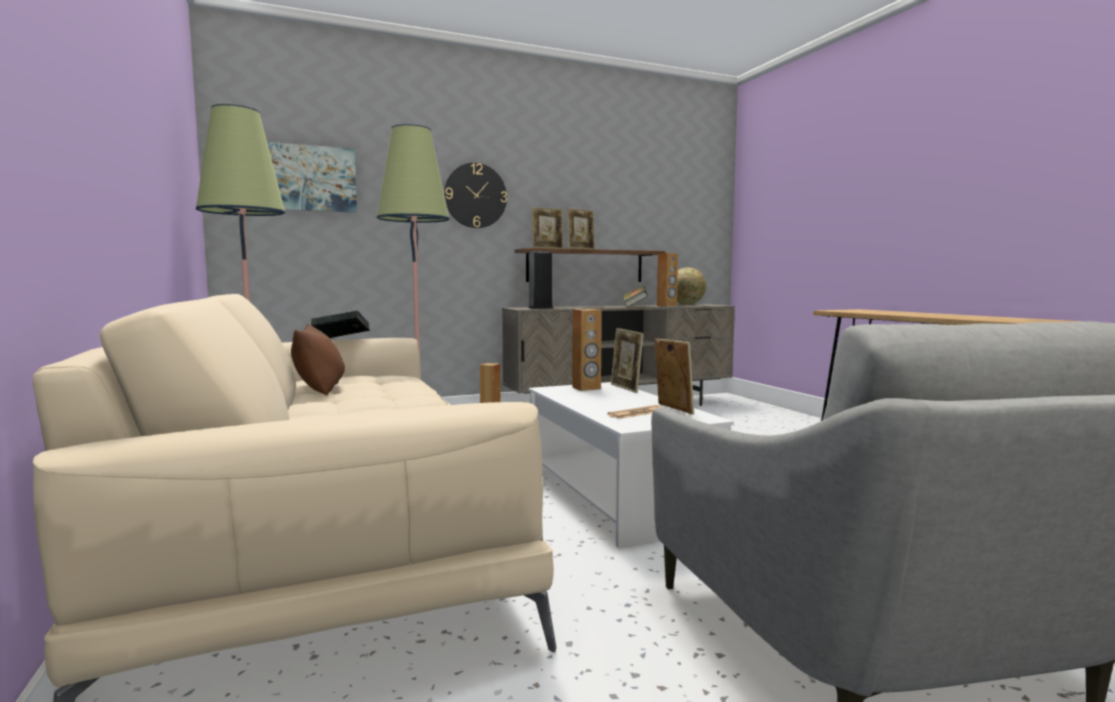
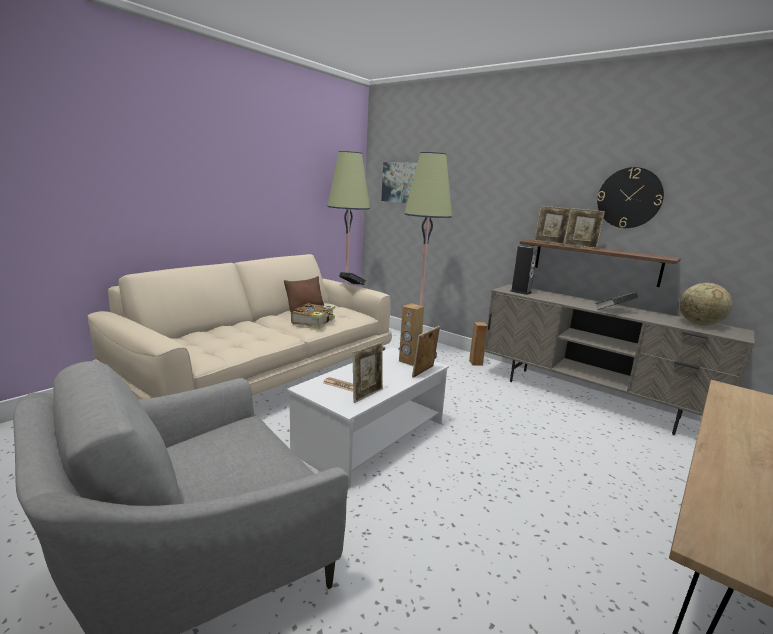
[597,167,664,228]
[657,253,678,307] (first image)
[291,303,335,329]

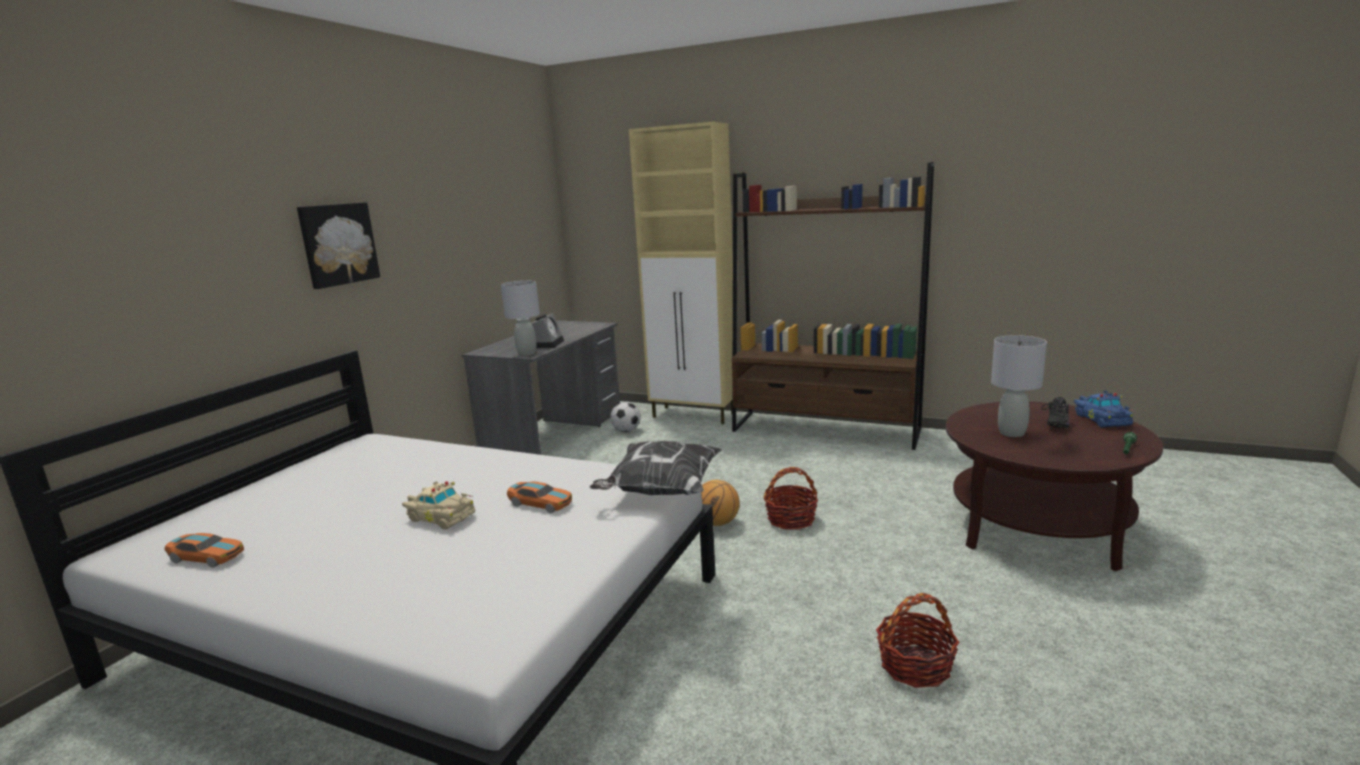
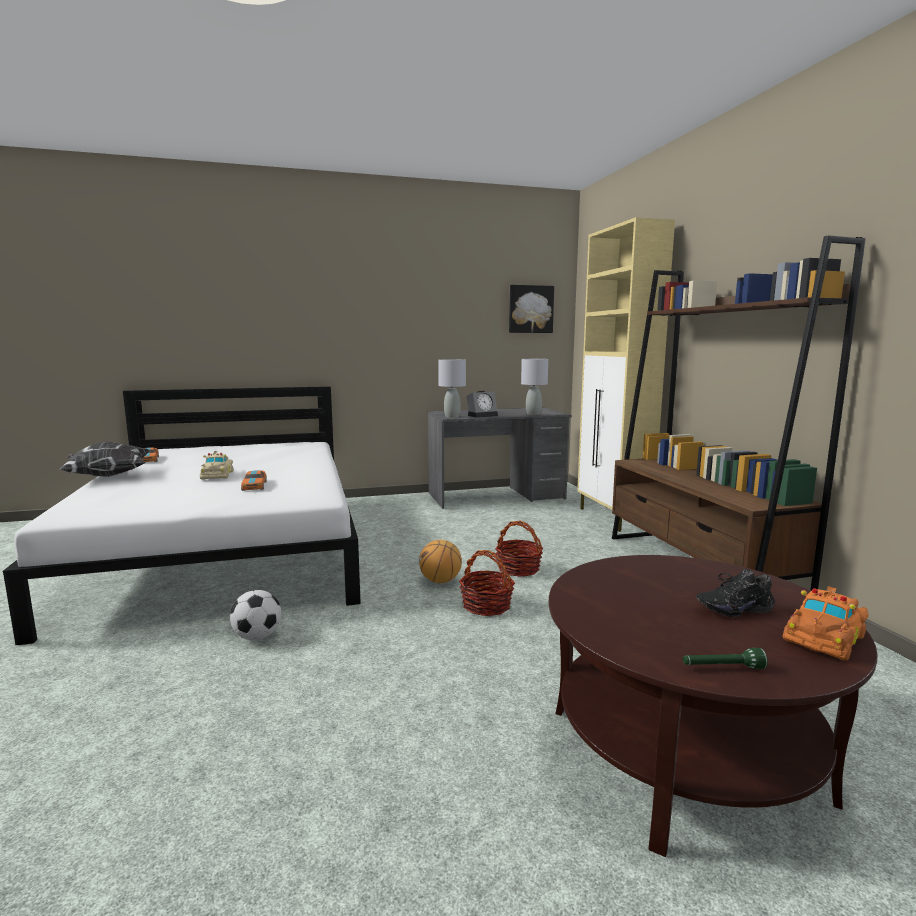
[509,285,554,333]
[59,442,150,477]
[230,590,281,640]
[495,521,543,577]
[521,359,548,415]
[782,586,868,660]

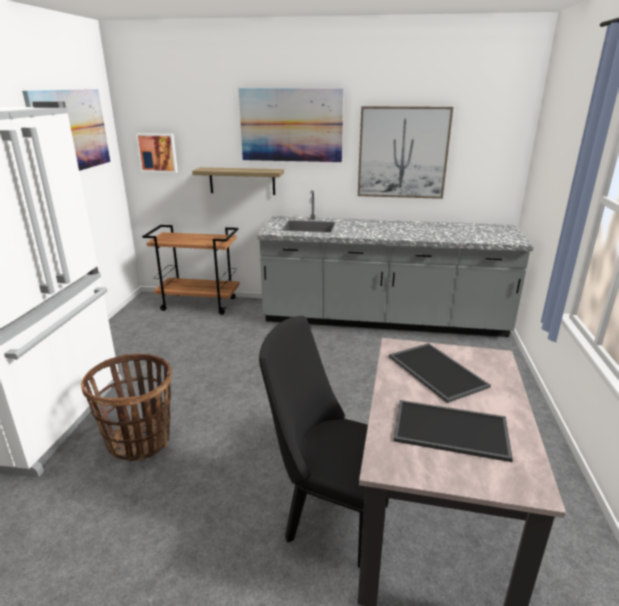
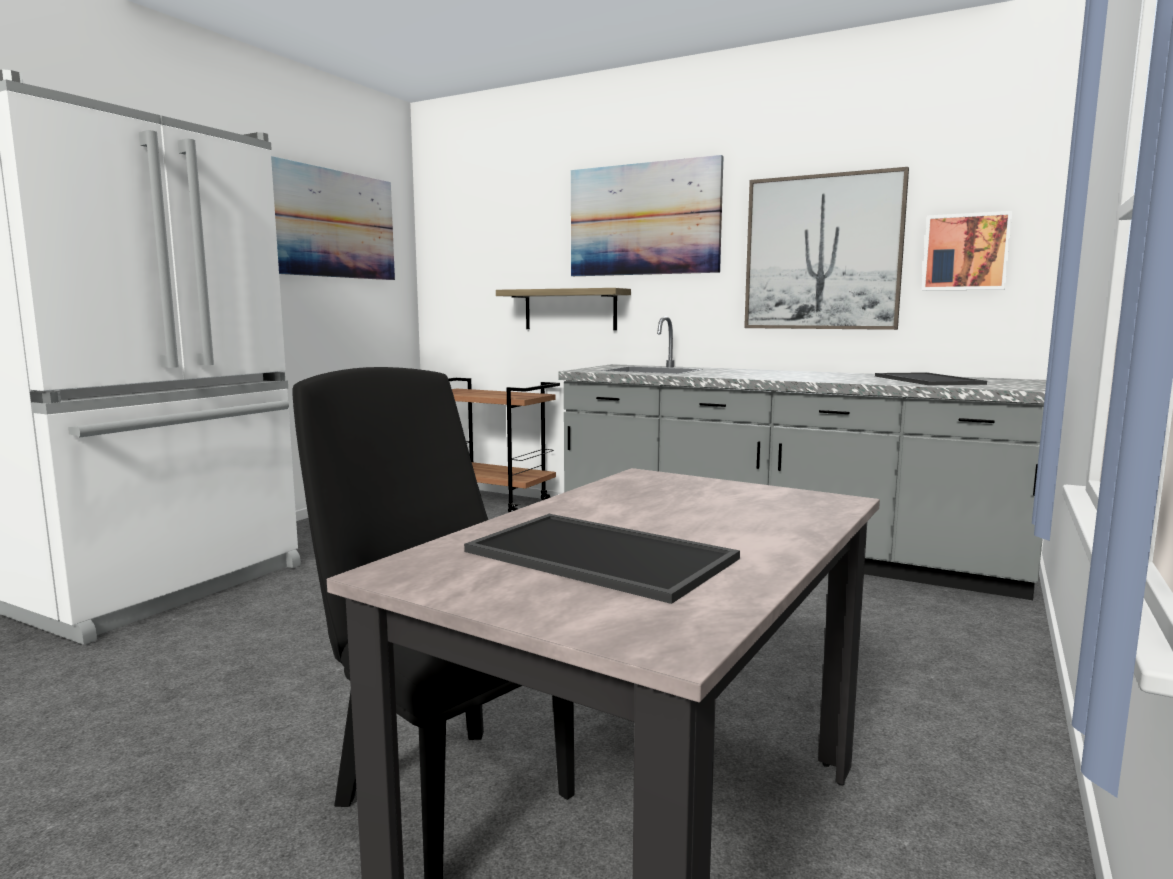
[81,354,172,461] (first image)
[922,211,1012,291]
[875,372,987,385]

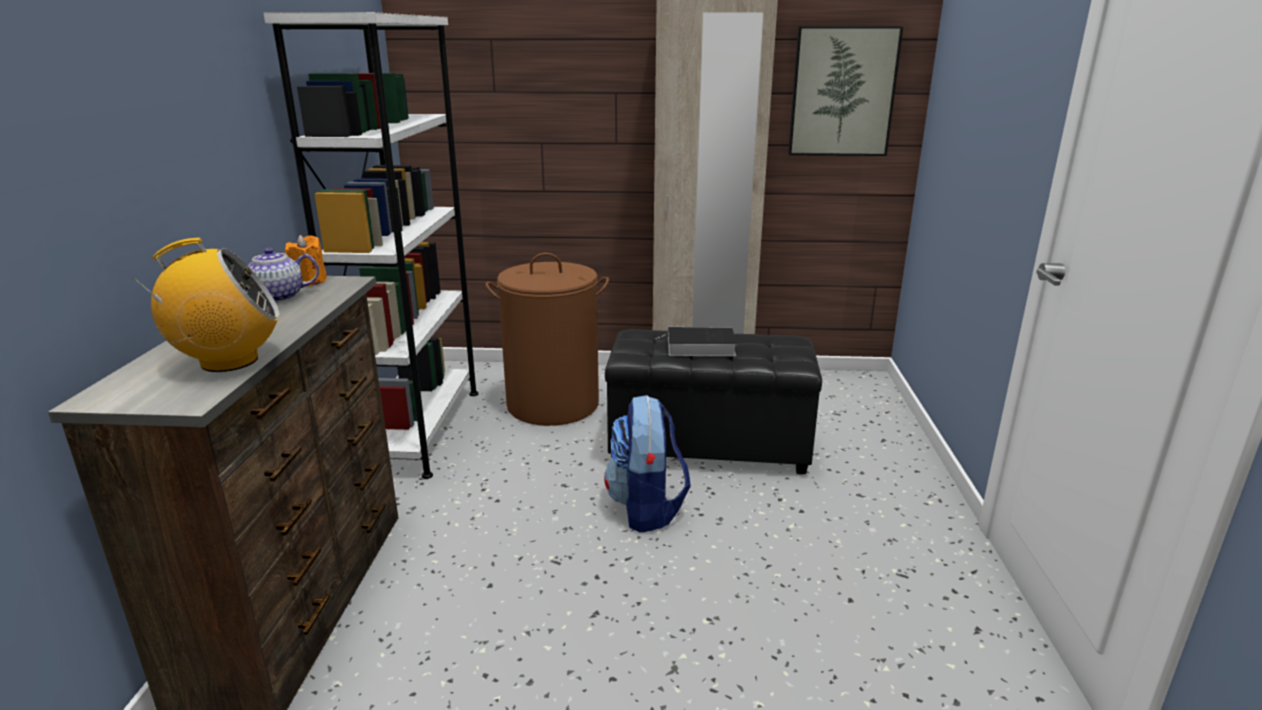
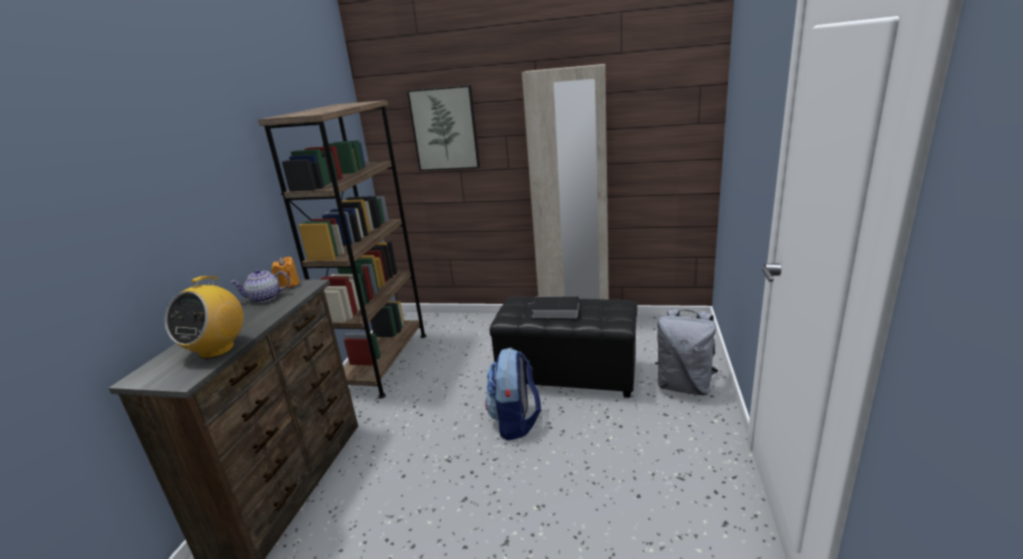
[164,276,244,359]
[258,100,426,398]
[485,253,609,426] (first image)
[407,85,480,171]
[655,309,718,395]

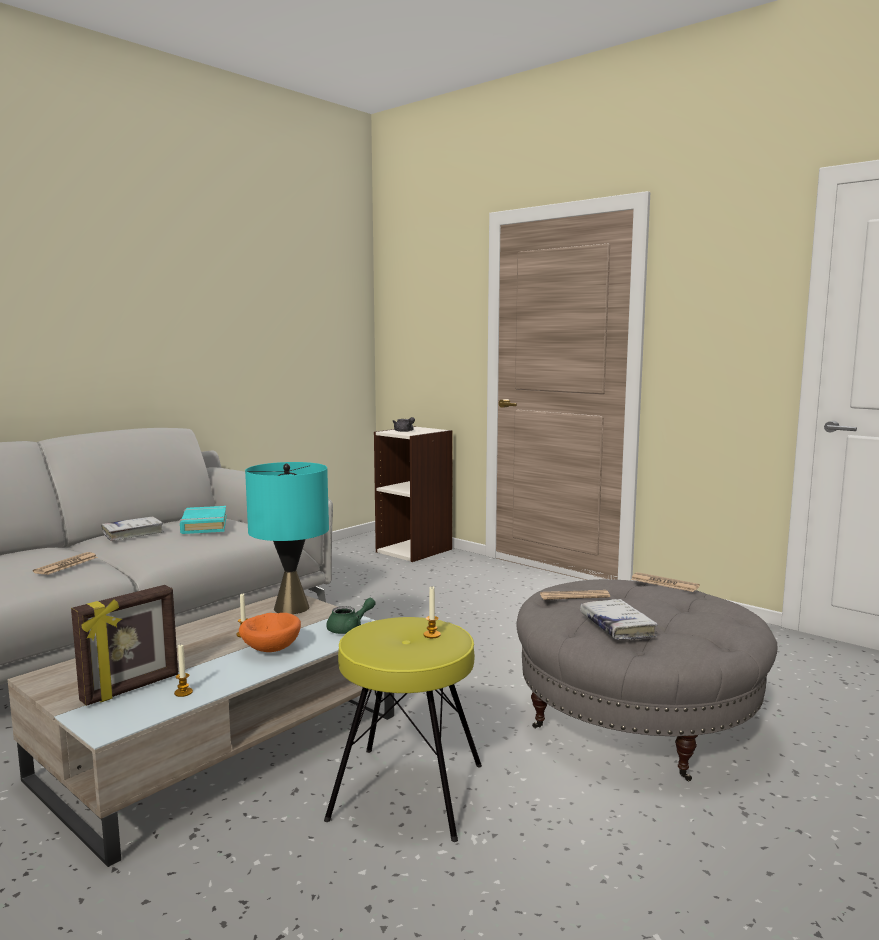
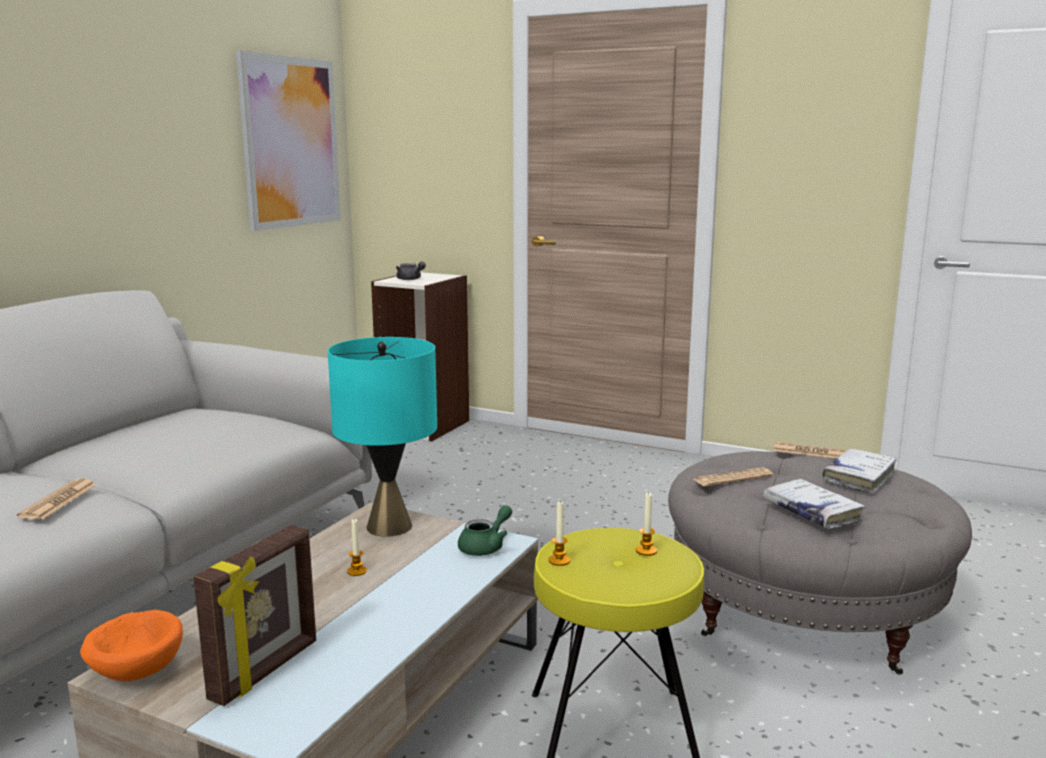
[822,449,896,494]
[549,501,570,566]
[180,506,227,534] (first image)
[80,610,183,681]
[236,50,341,231]

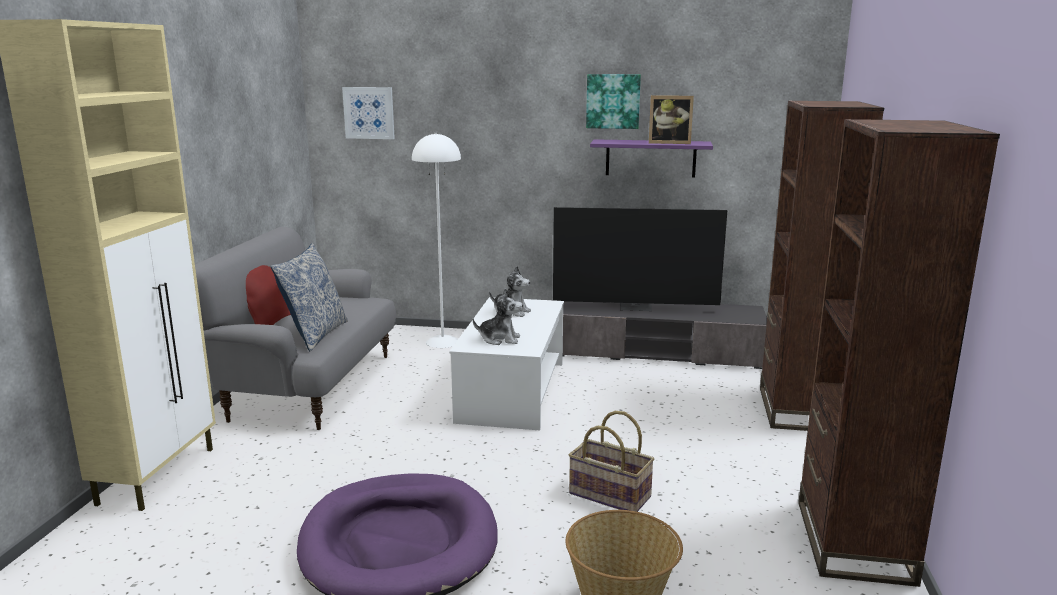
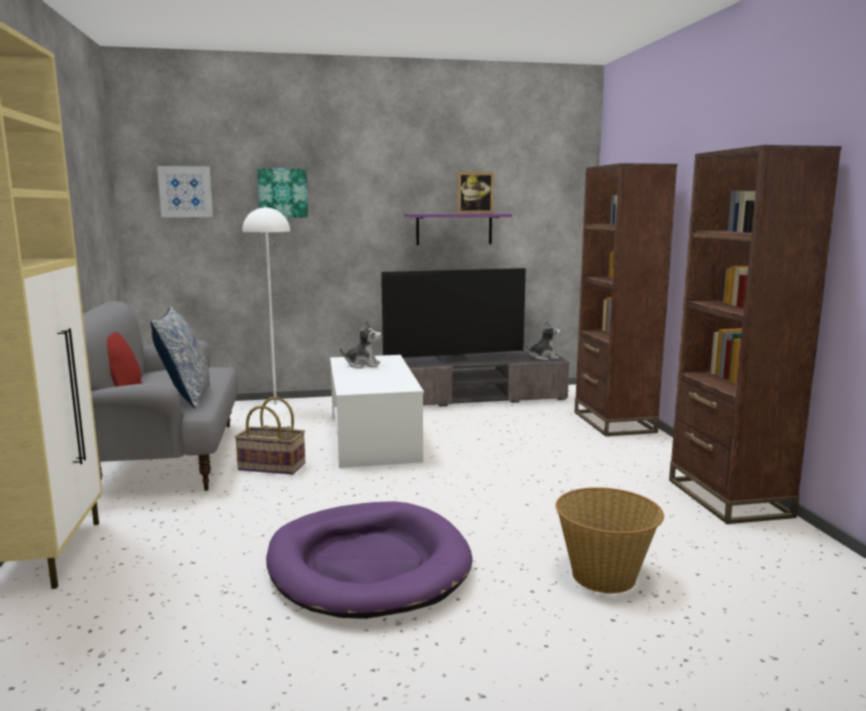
[525,320,561,360]
[235,397,305,475]
[257,168,308,218]

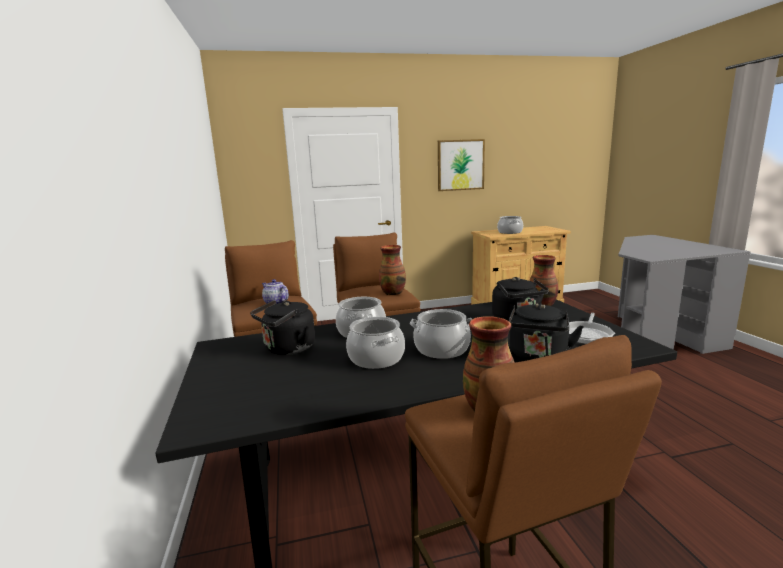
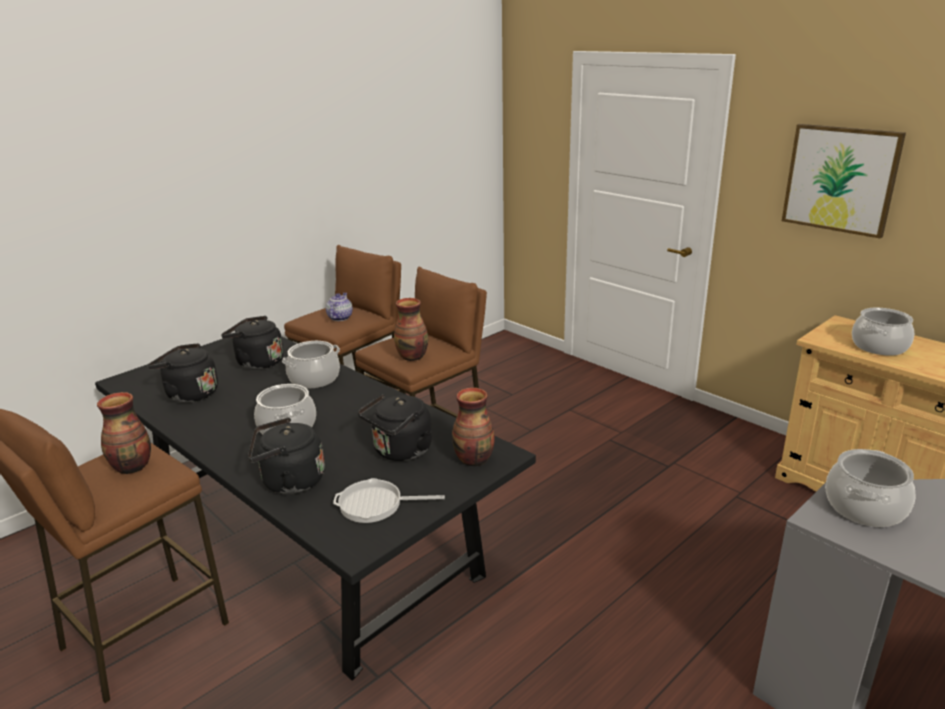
[825,449,915,527]
[147,343,218,403]

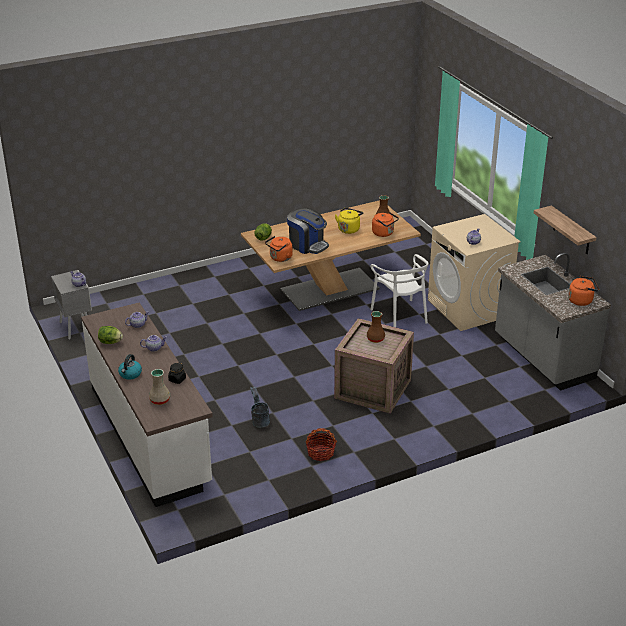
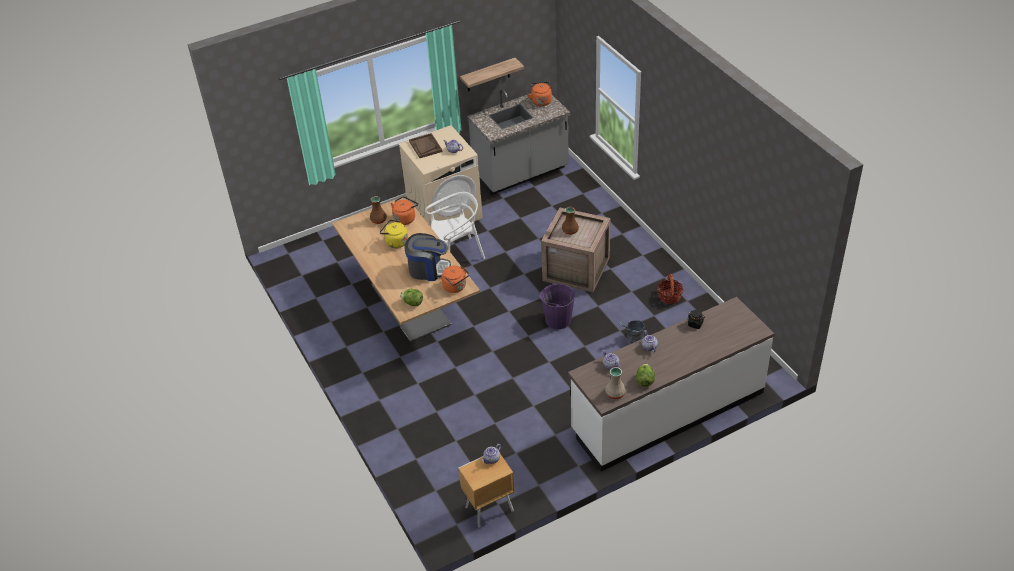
[458,454,515,528]
[118,354,142,380] (first image)
[605,367,626,399]
[404,233,451,281]
[409,133,442,158]
[539,283,575,329]

